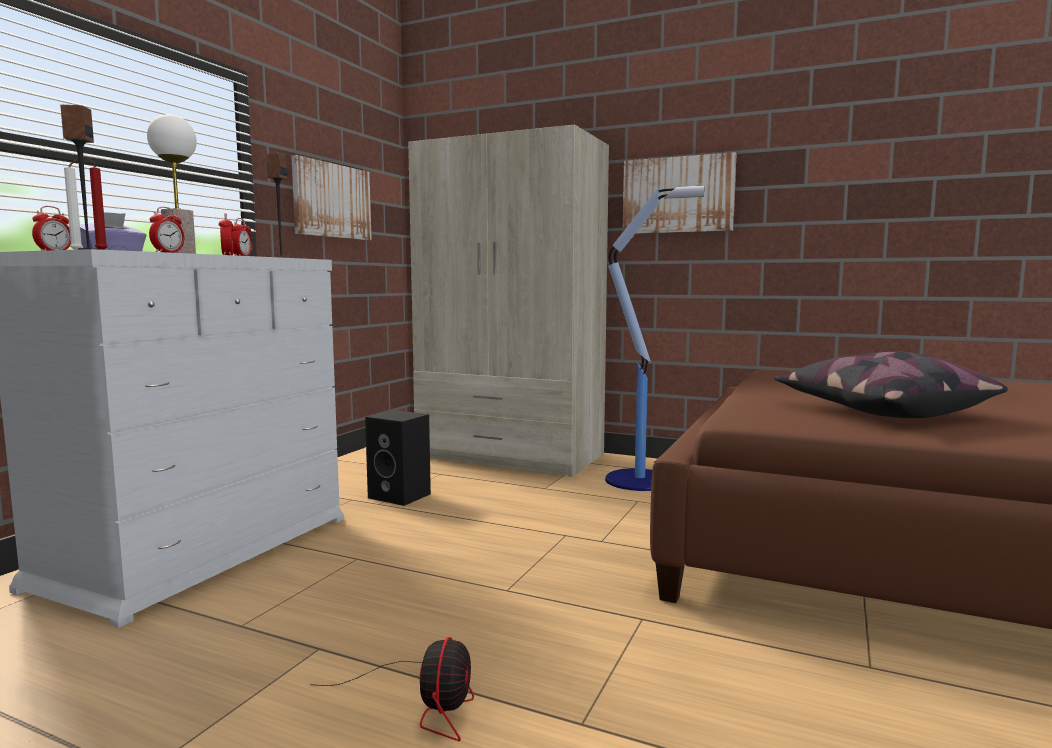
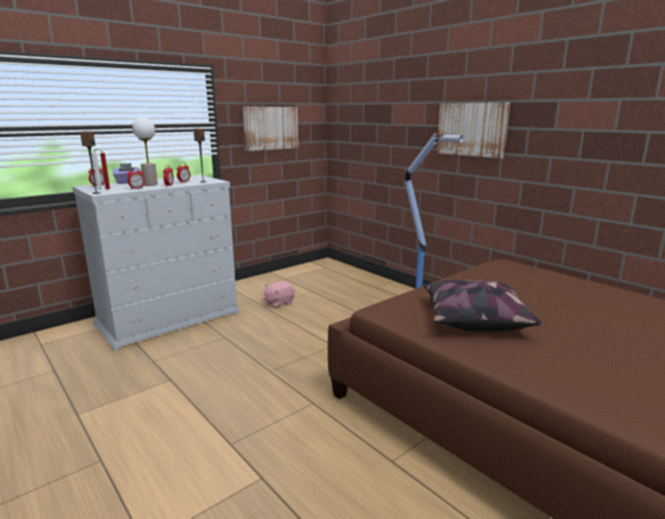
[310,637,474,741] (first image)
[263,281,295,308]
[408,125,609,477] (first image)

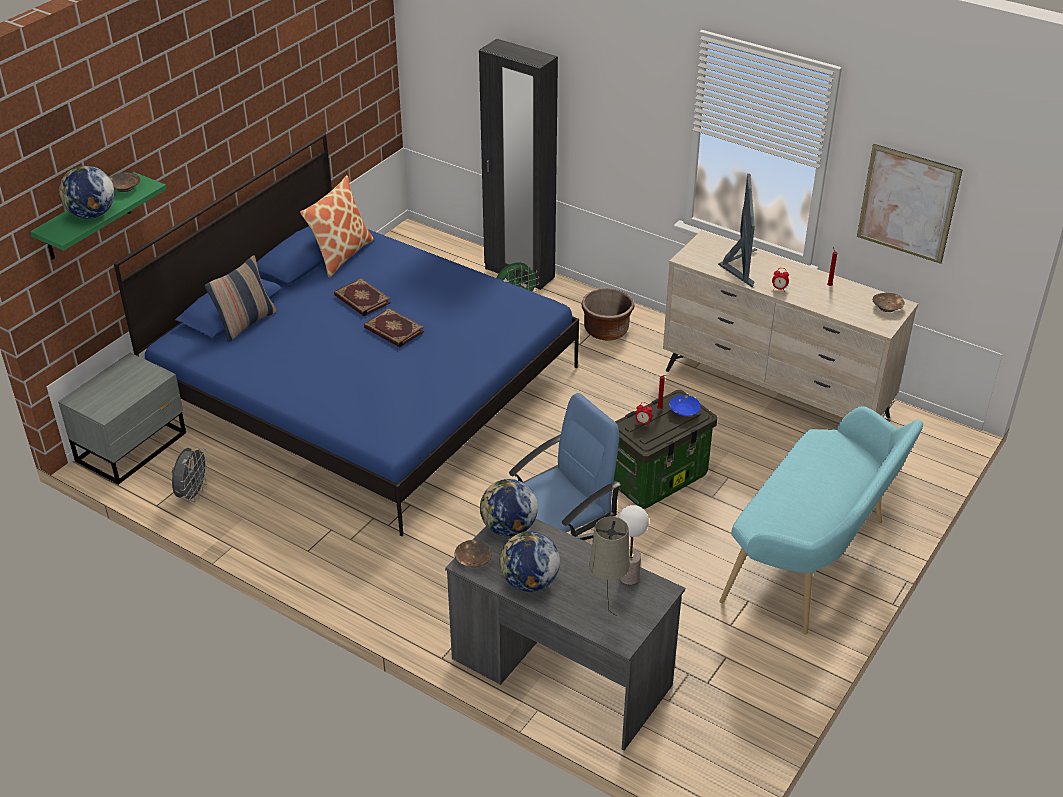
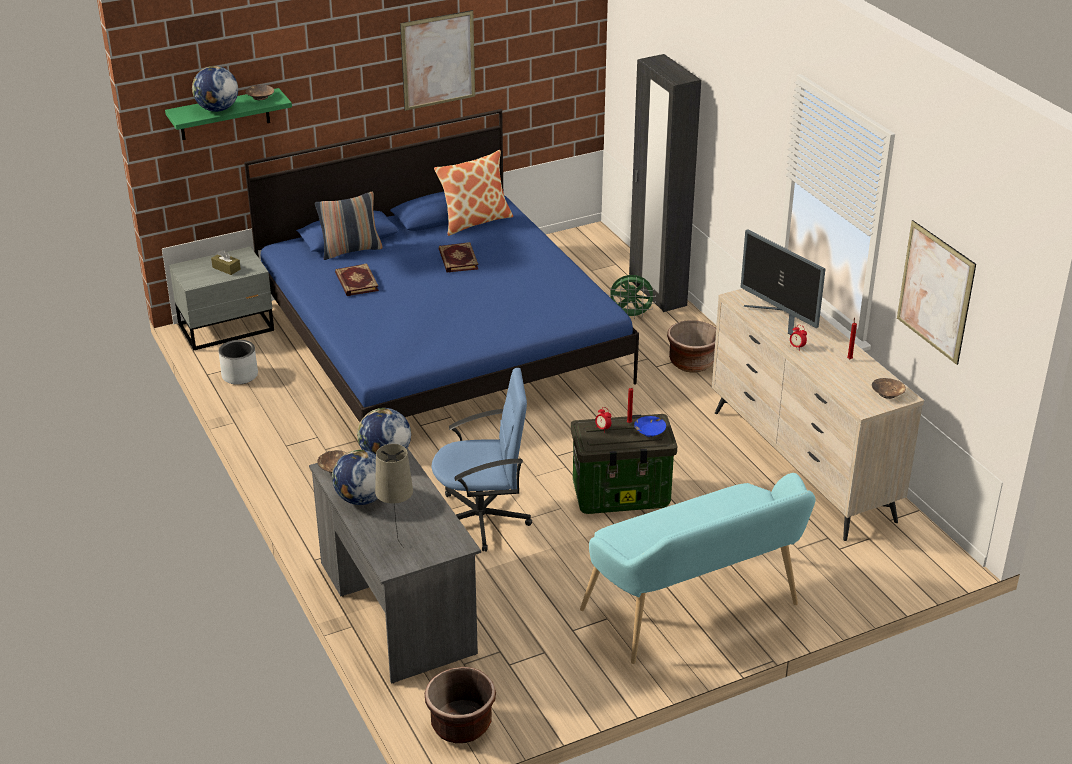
[219,340,258,385]
[335,264,379,296]
[618,505,649,585] (first image)
[741,229,825,335]
[211,250,241,275]
[400,10,475,111]
[425,667,496,743]

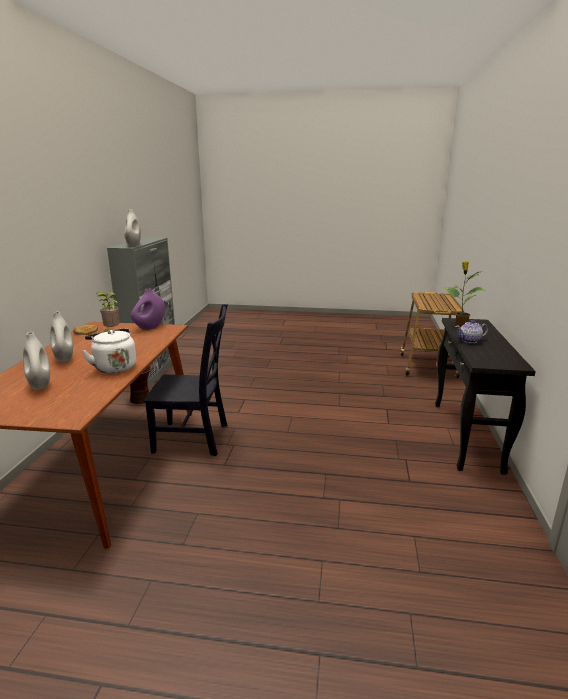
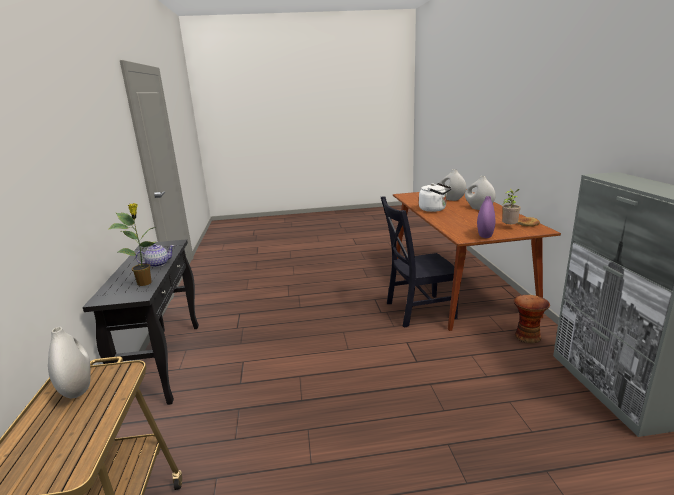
[48,327,91,398]

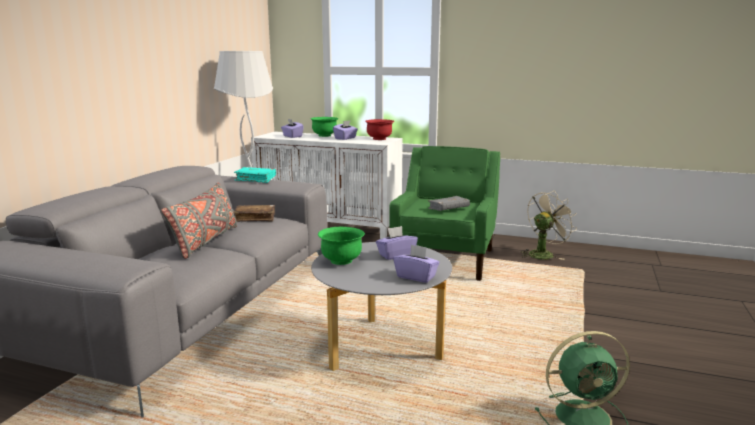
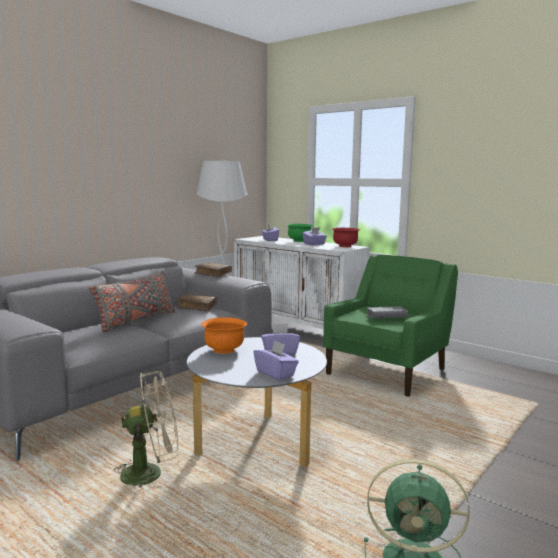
[195,263,232,277]
[201,317,247,354]
[114,371,178,487]

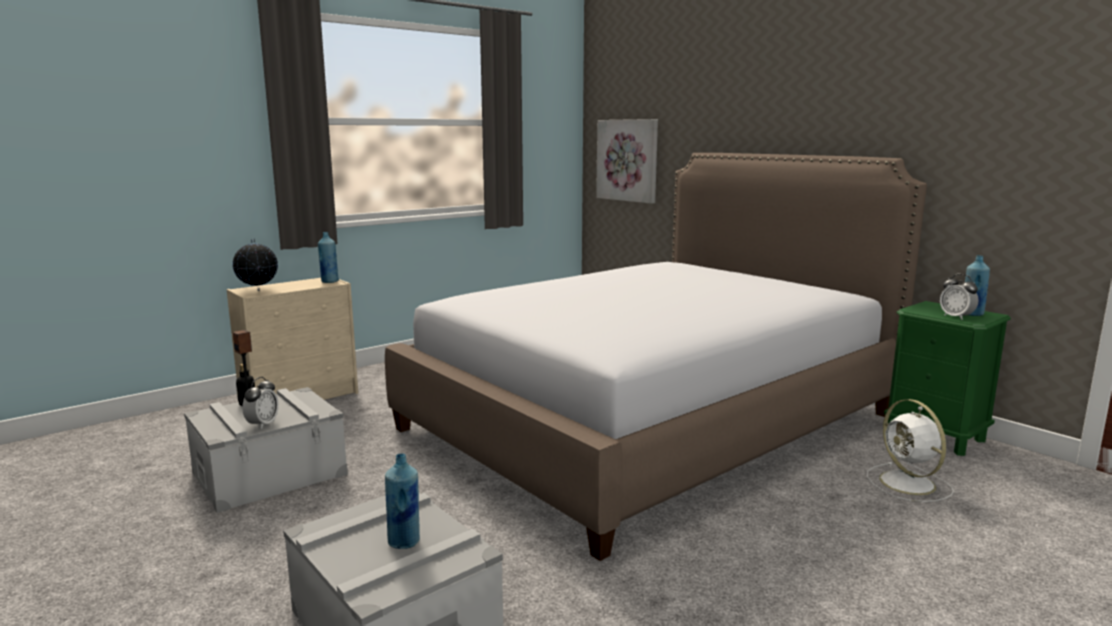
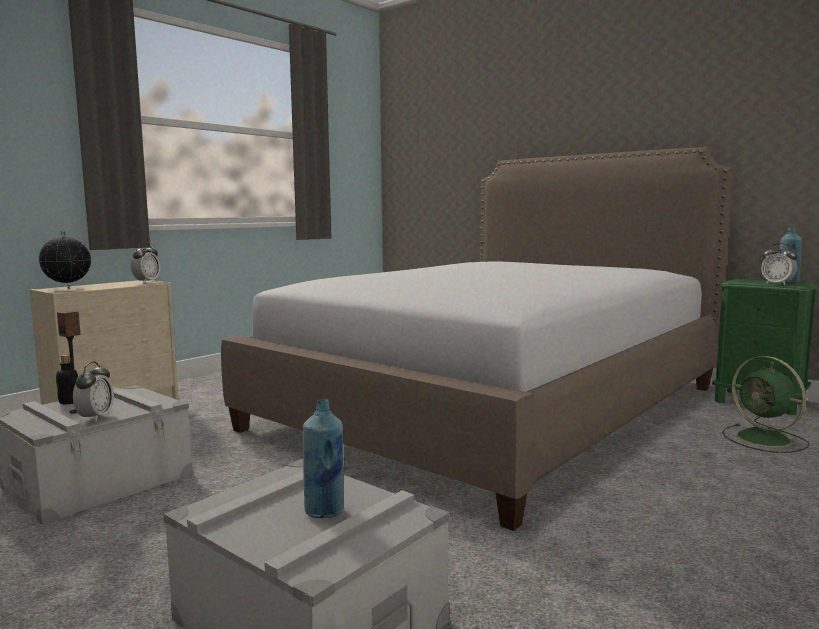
[131,243,160,283]
[596,119,658,204] (first image)
[722,356,809,453]

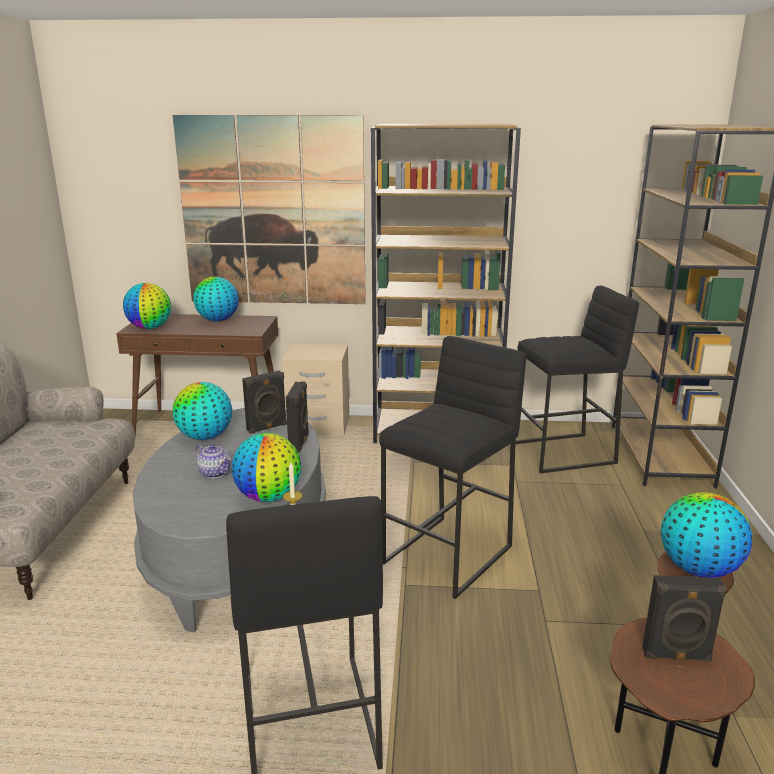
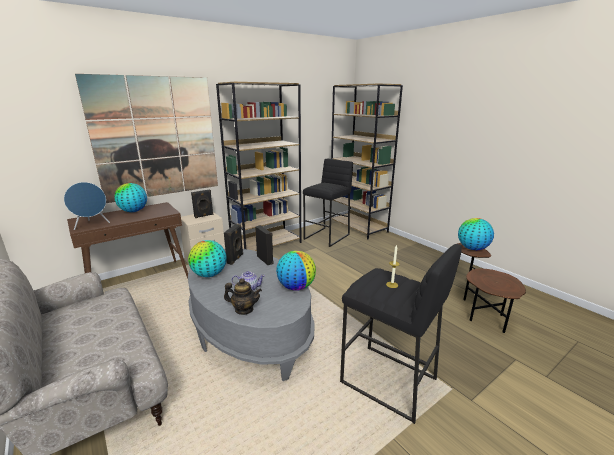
[64,182,110,230]
[379,336,526,599] (first image)
[191,190,213,218]
[224,278,262,315]

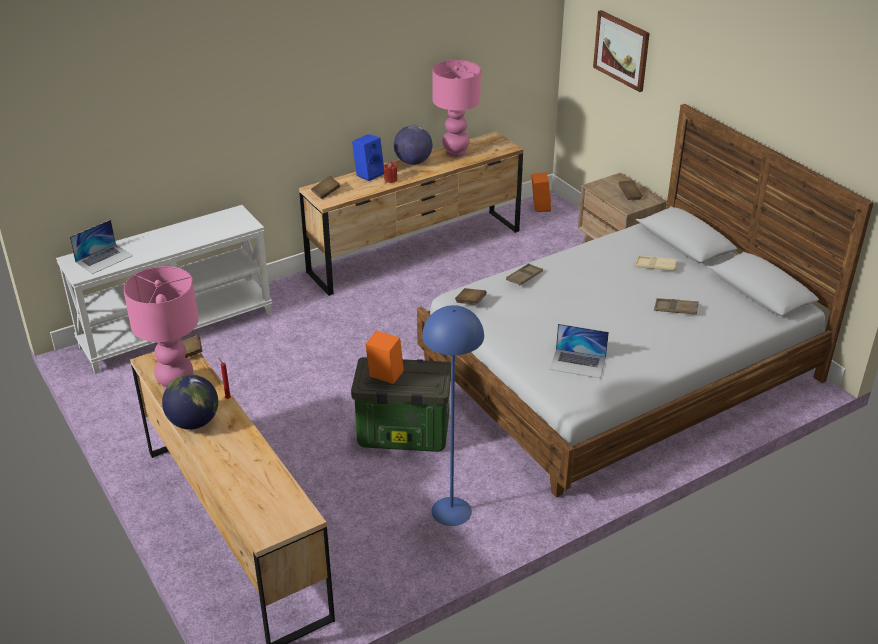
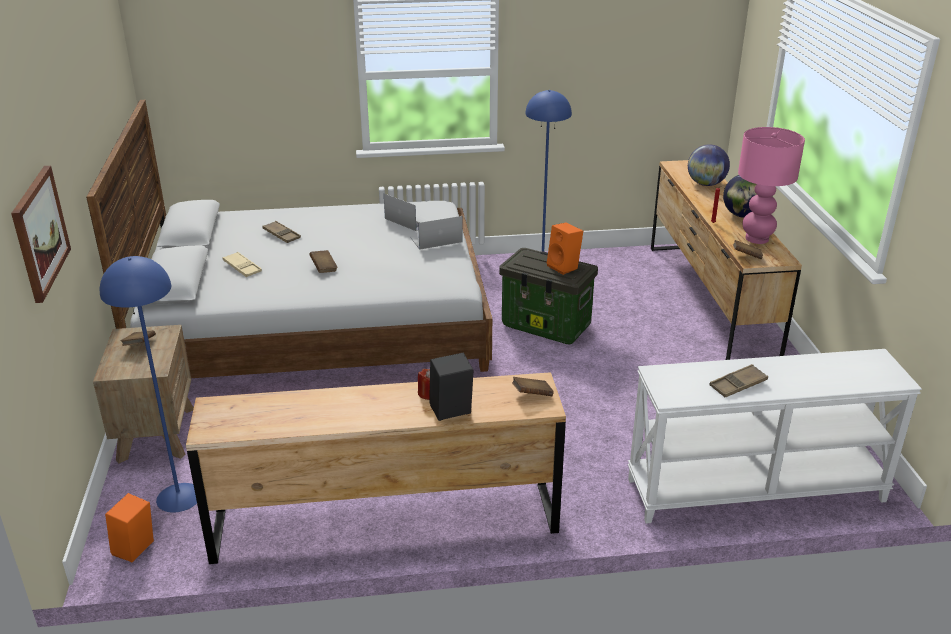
[410,216,463,250]
[429,352,474,421]
[688,145,730,186]
[432,60,481,157] (first image)
[309,250,338,273]
[709,364,768,397]
[100,256,197,513]

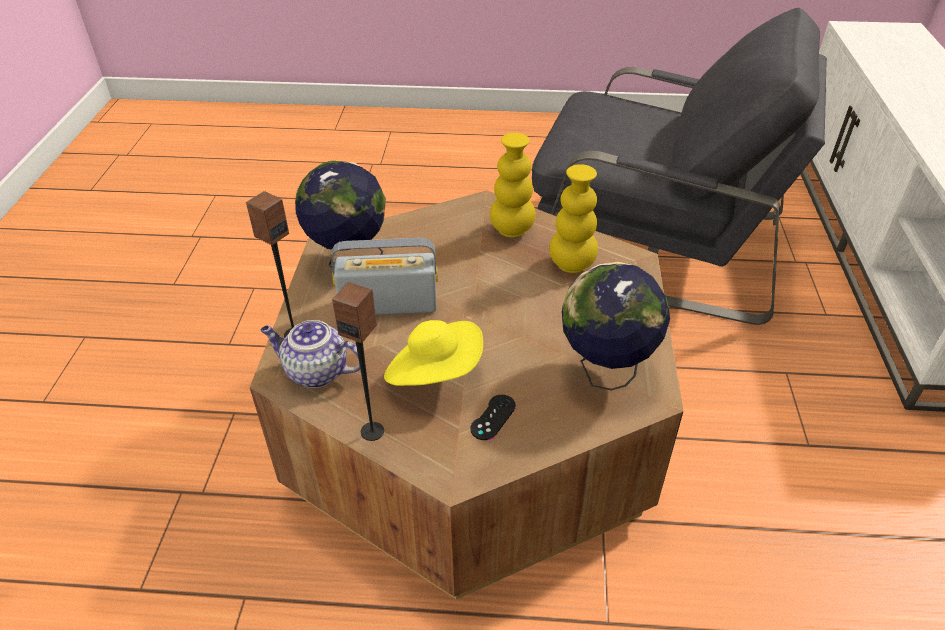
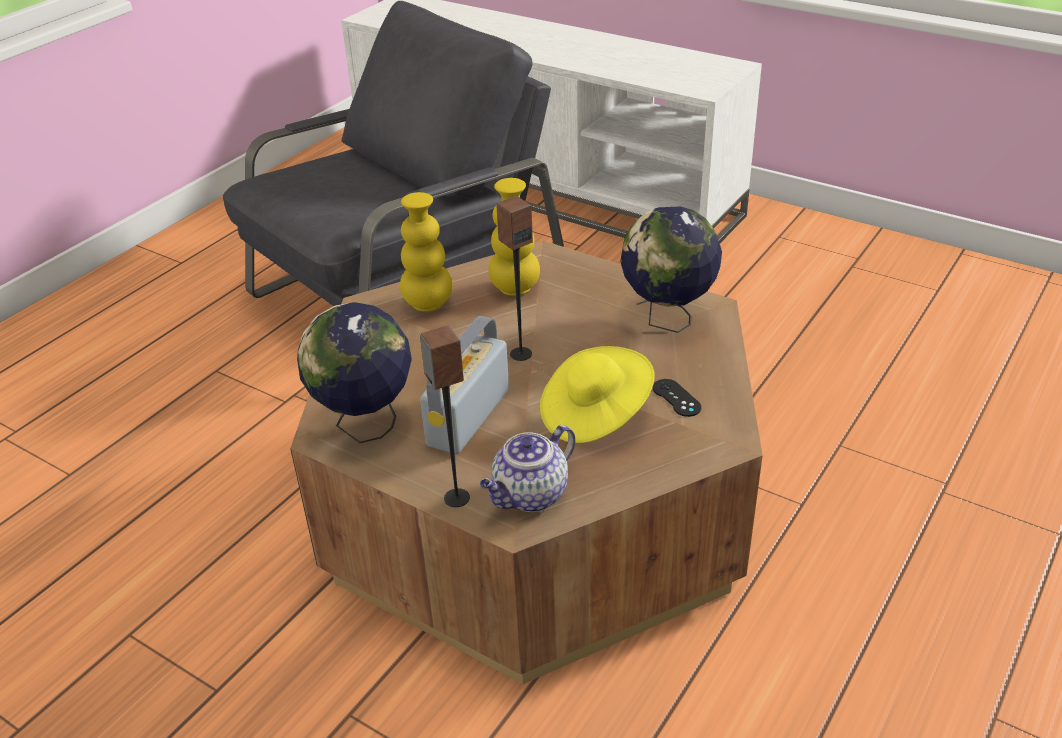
[496,196,533,361]

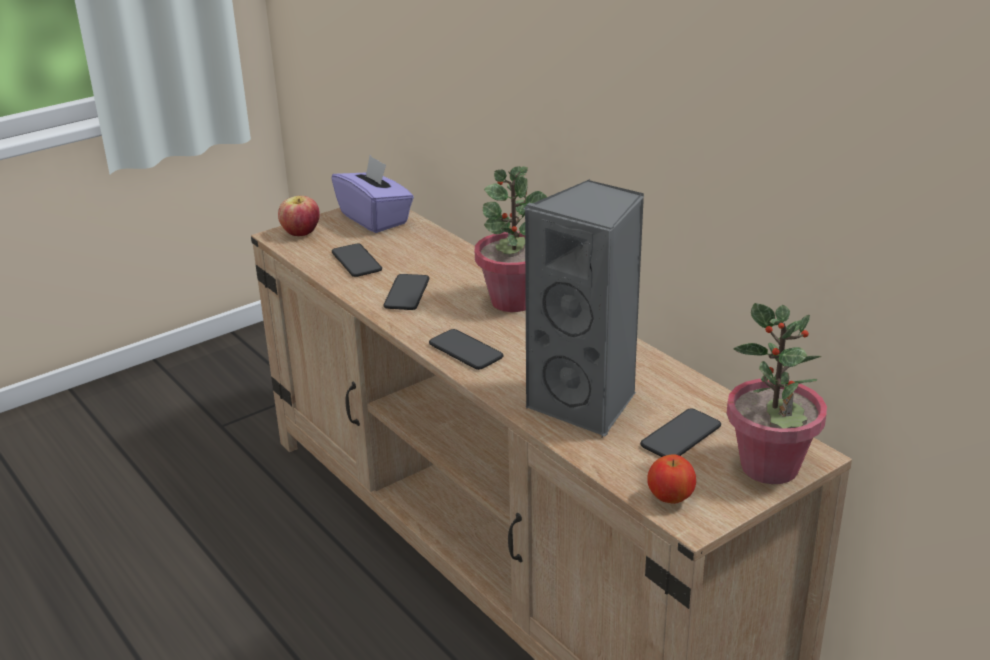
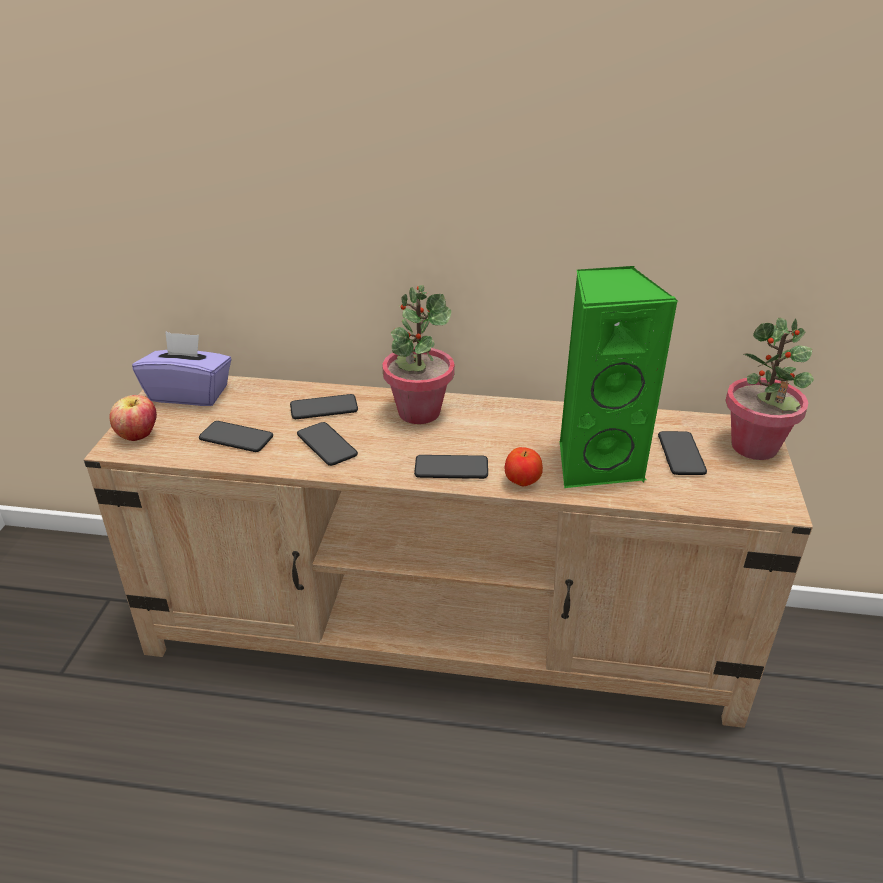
[560,266,678,489]
[505,447,543,486]
[290,394,358,419]

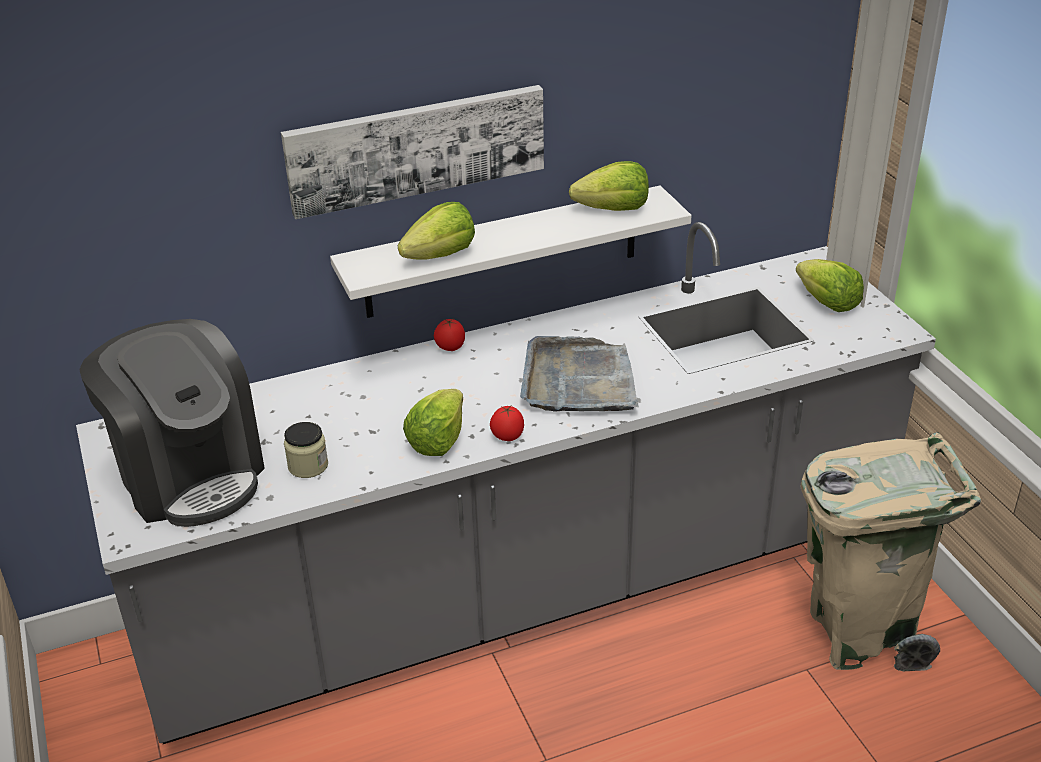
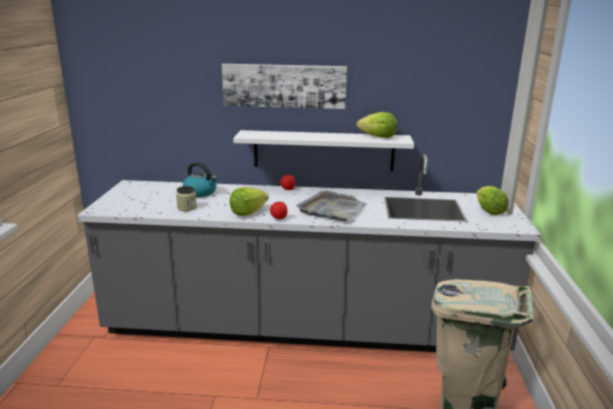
[79,319,265,527] (first image)
[398,202,475,260] (first image)
[183,162,217,197]

